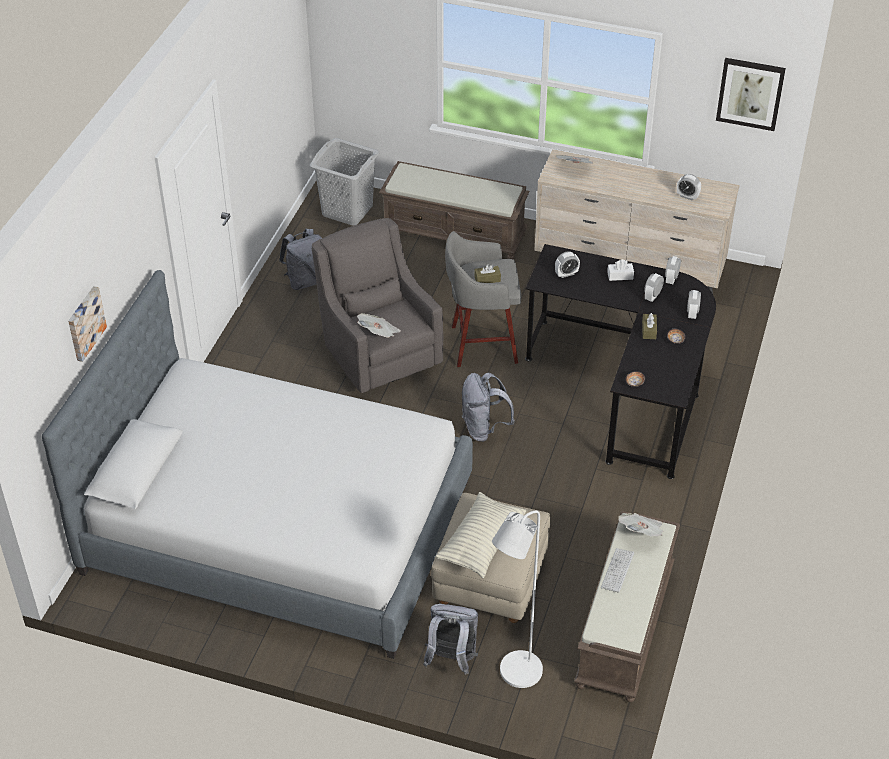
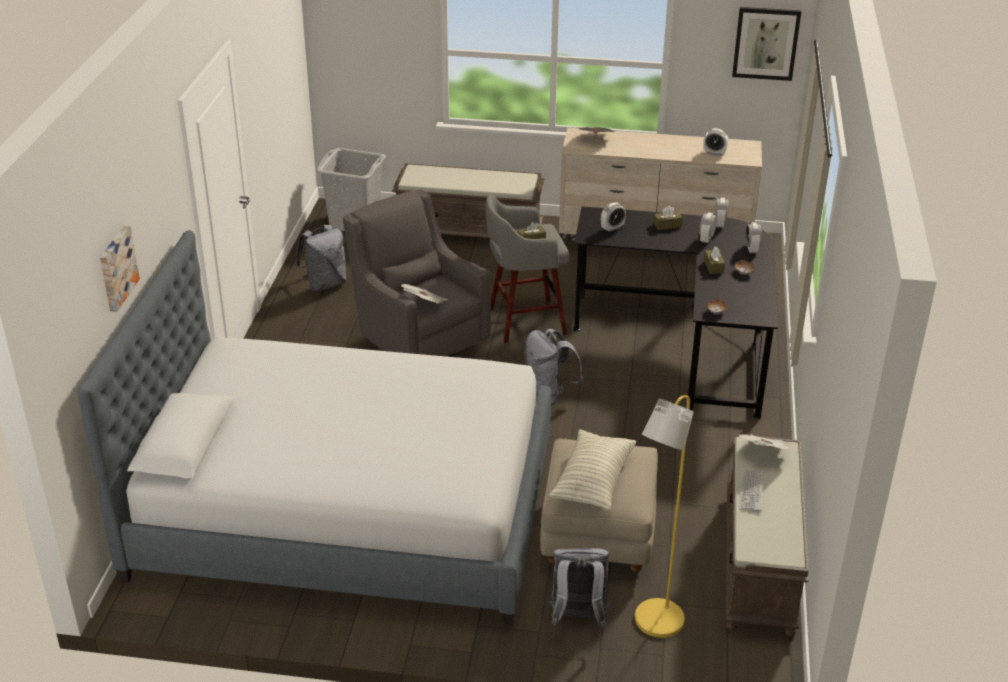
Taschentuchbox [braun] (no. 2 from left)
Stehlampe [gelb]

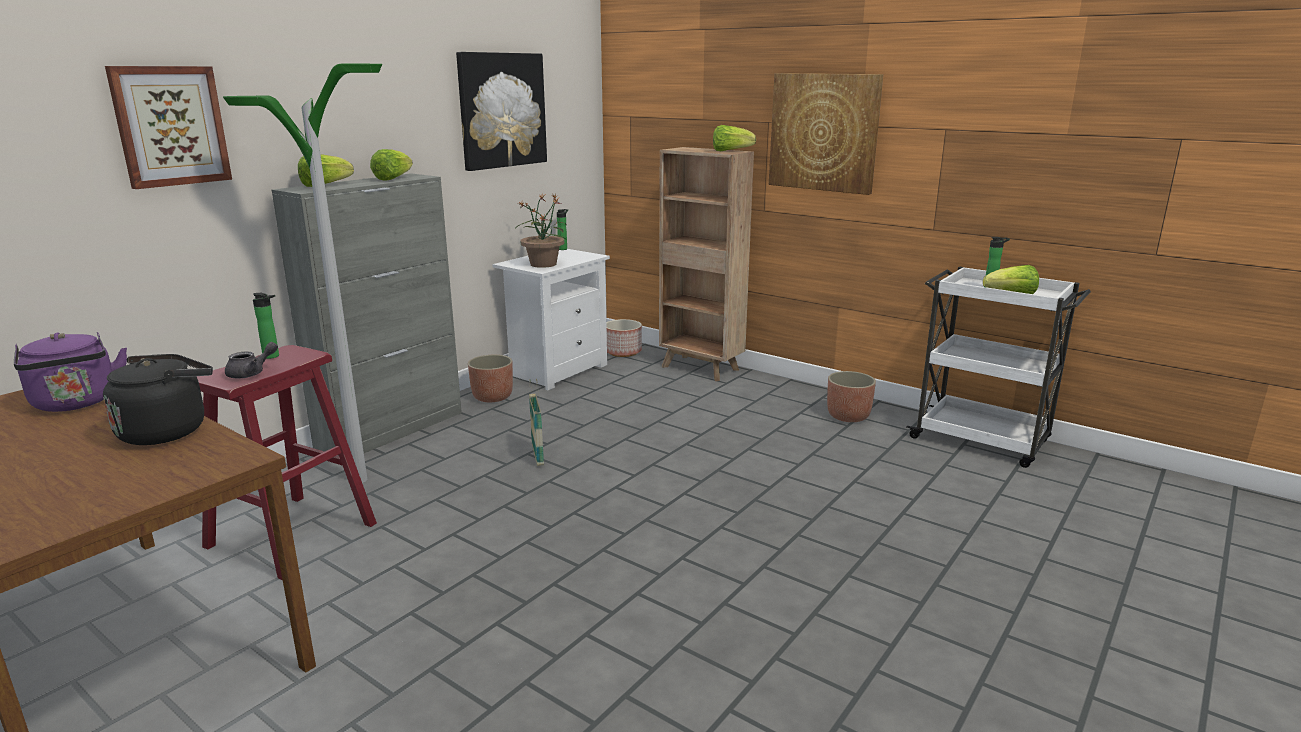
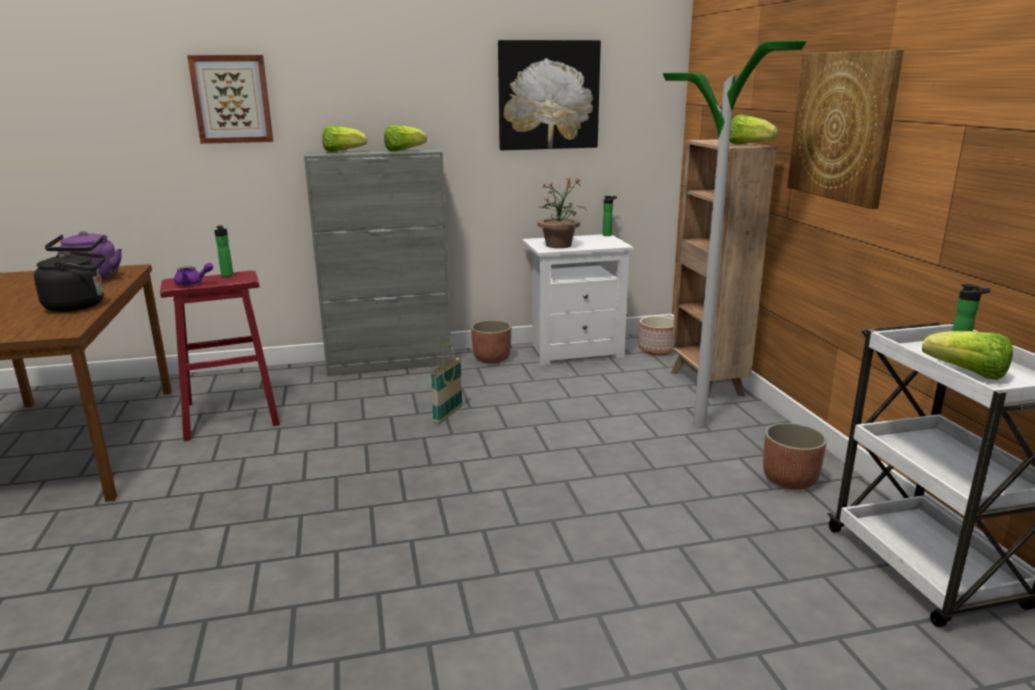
Stehlampe
Teekanne [lila]

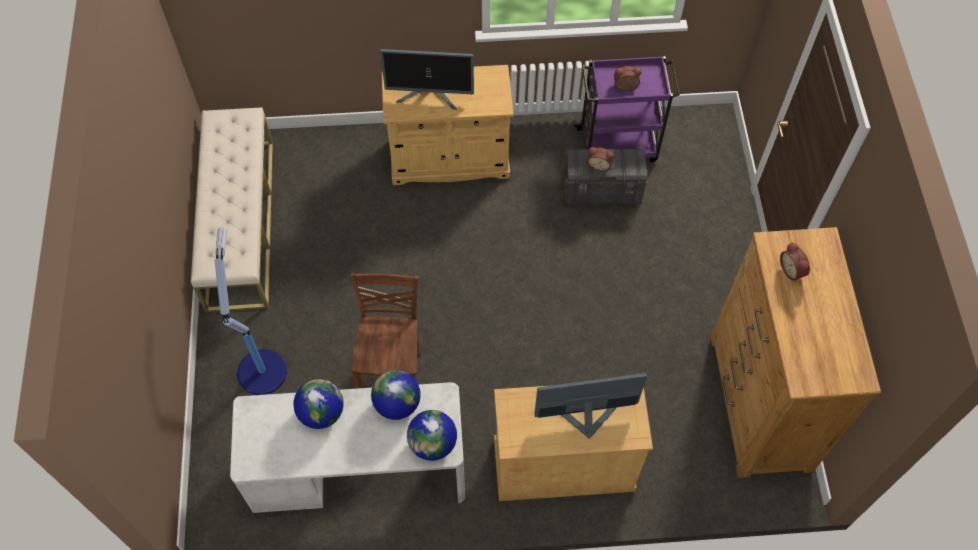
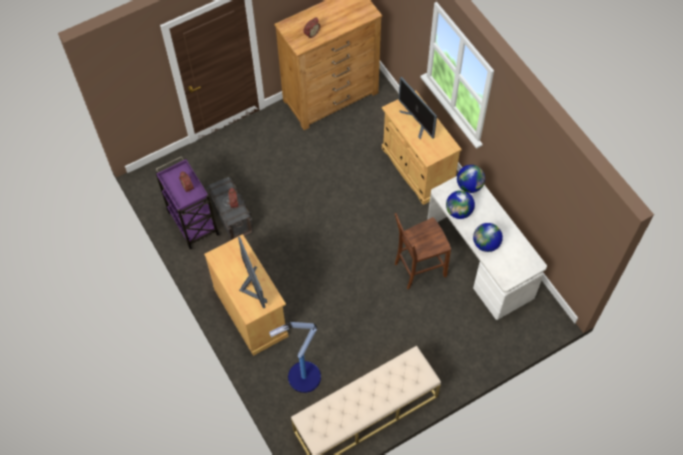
Stehlampe

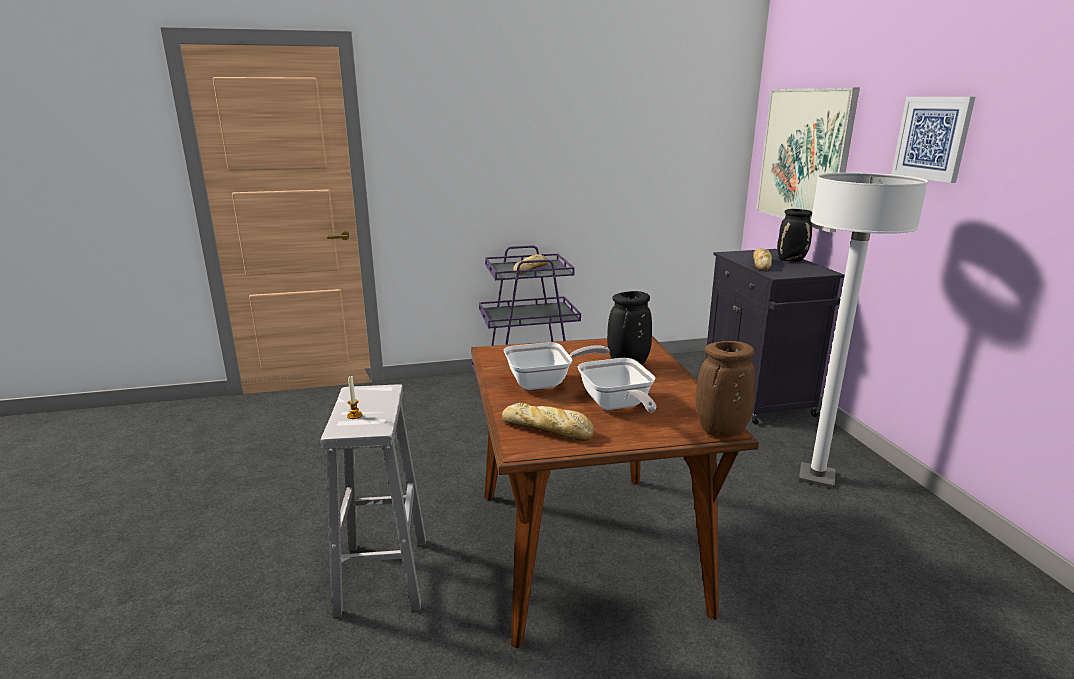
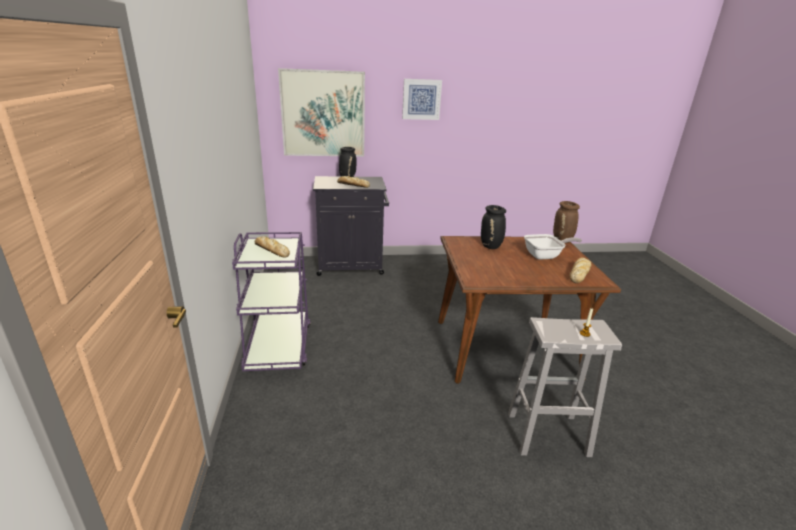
Stehlampe [weiß]
Pfanne (no. 1 from left in the first image)

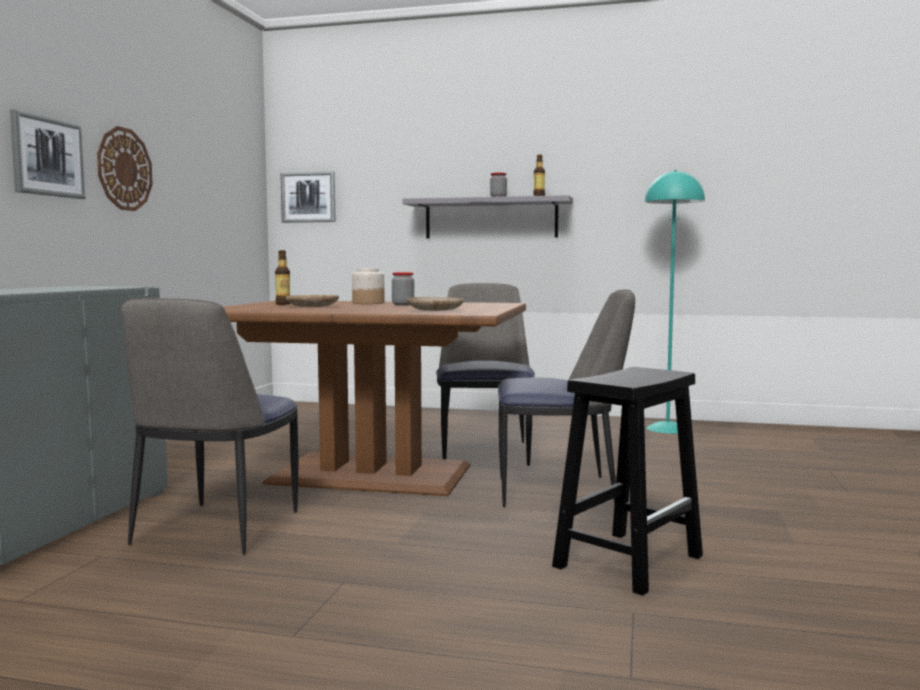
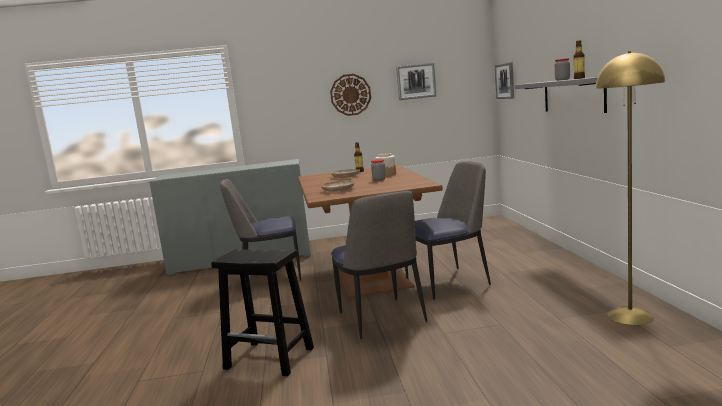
Bild (no. 1 from left)
Stehlampe [gelb]

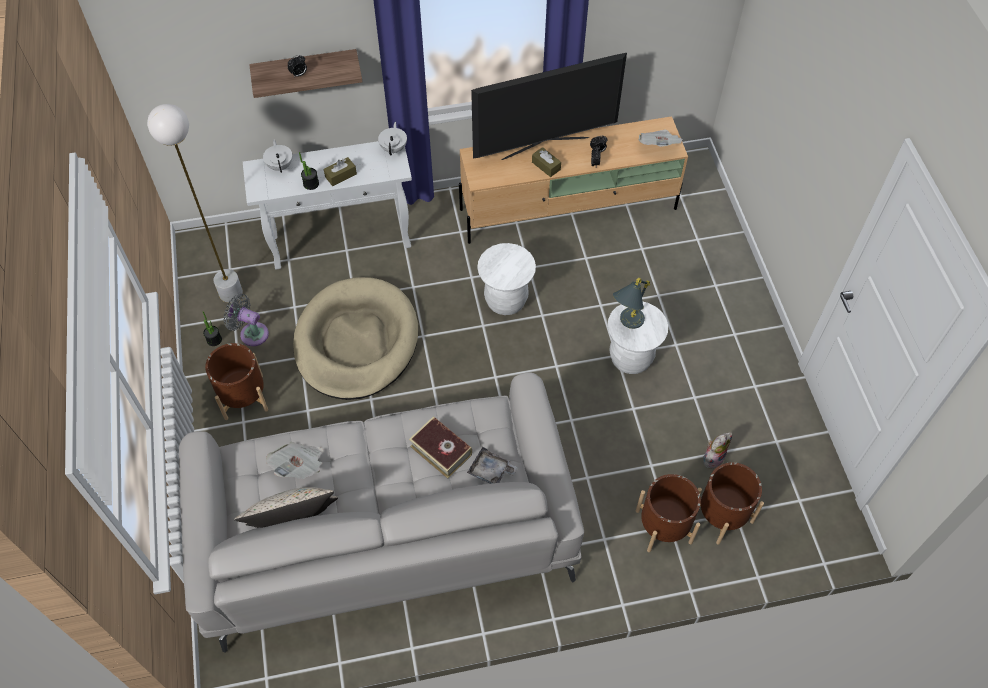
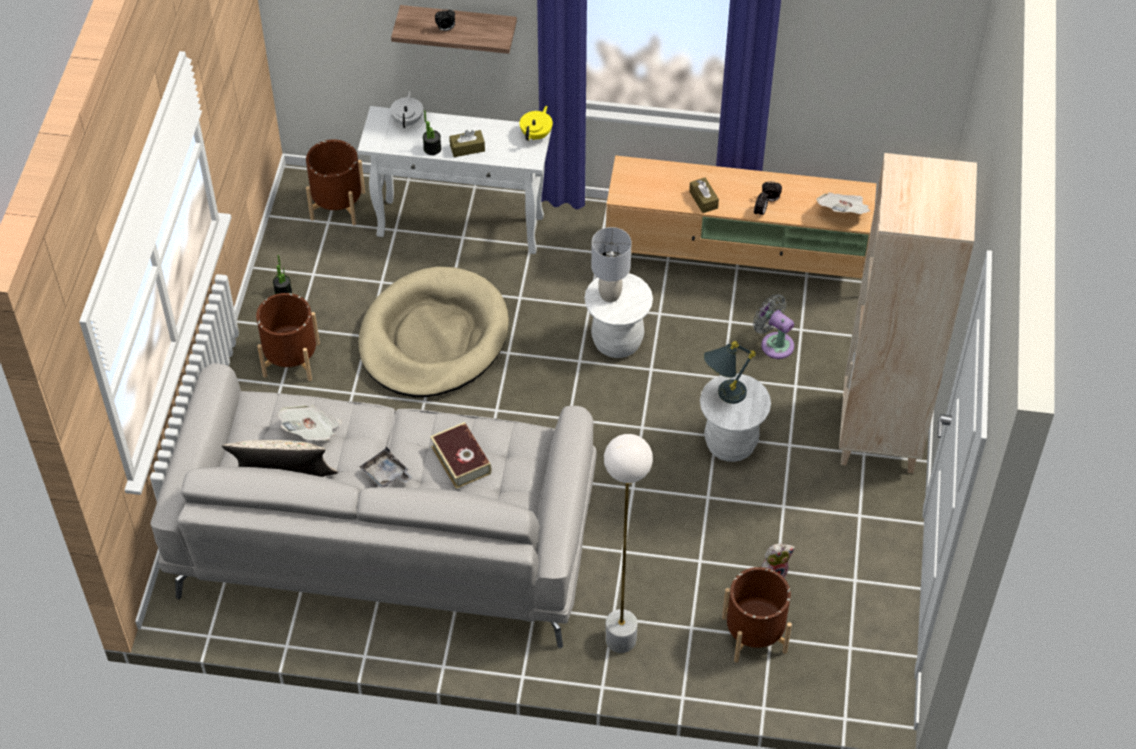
Fernseher
Stehlampe [weiß]
Teekanne [gelb]
Ventilator [grau]
Tablett [grau]
Pflanzkübel [braun] (no. 2 from left)
Bücherregal [beige]
Tischlampe [grau] (no. 1 from left)

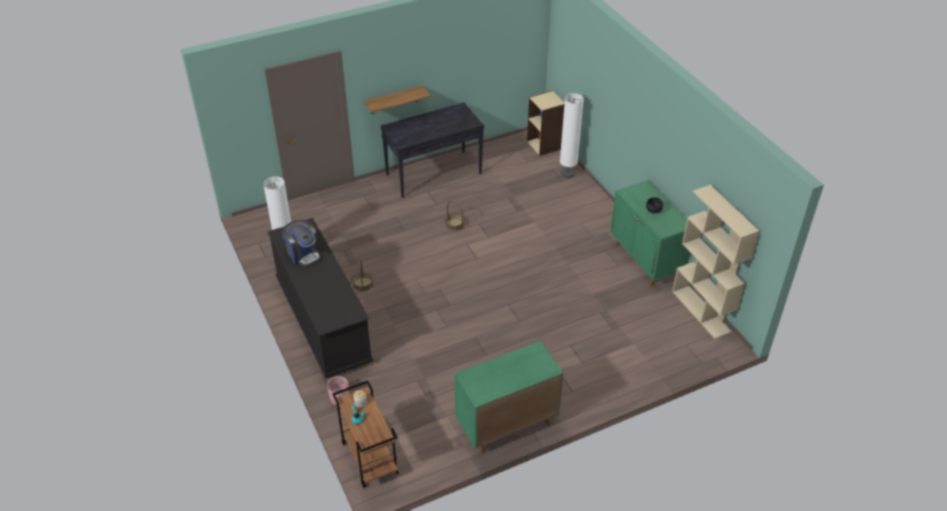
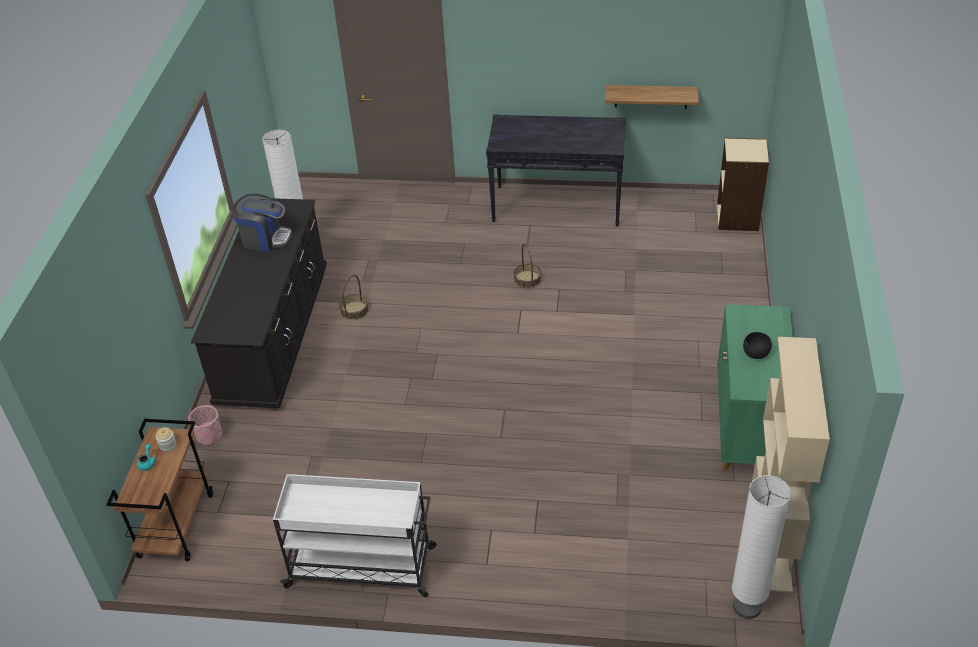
Wandregal
Stehlampe [weiß] (no. 2 from left)
Kaffeemaschine
Rollwagen [weiß]

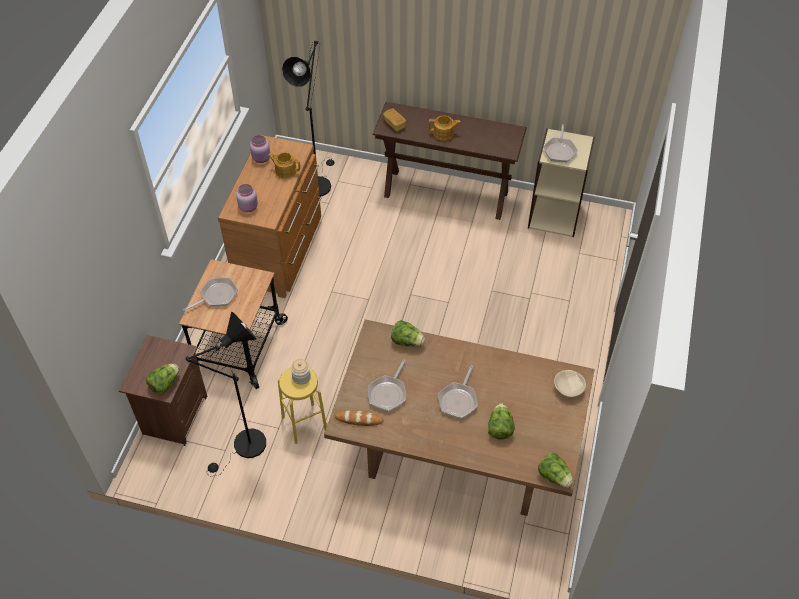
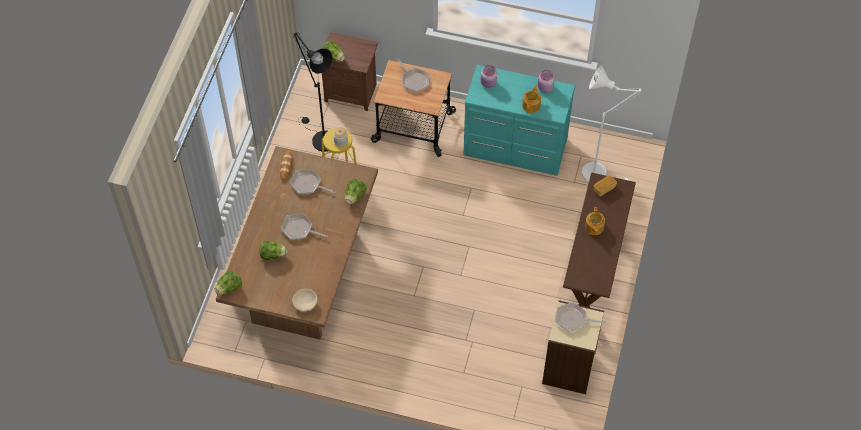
Stehlampe [weiß]
Kommode [türkis]

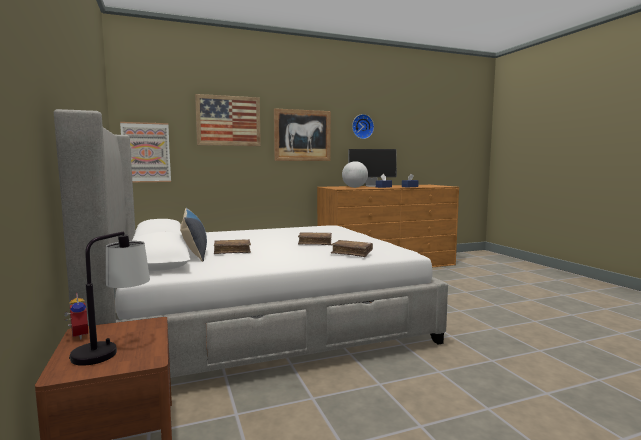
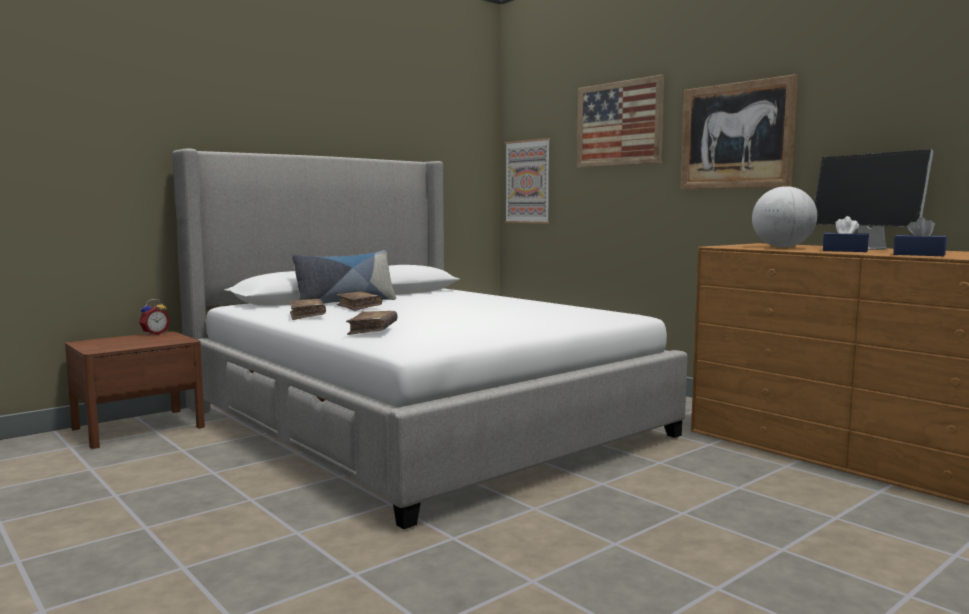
Wanduhr
Tischlampe
Buch [braun] (no. 1 from left)

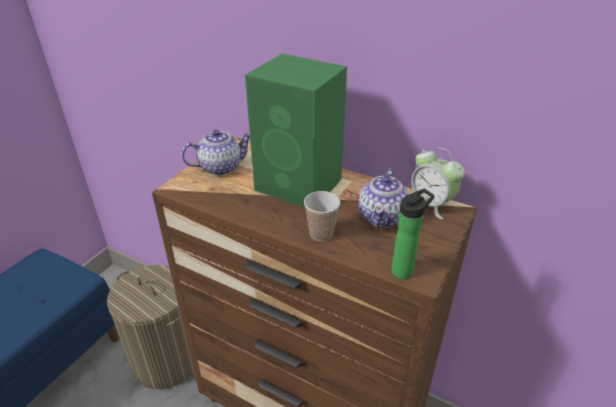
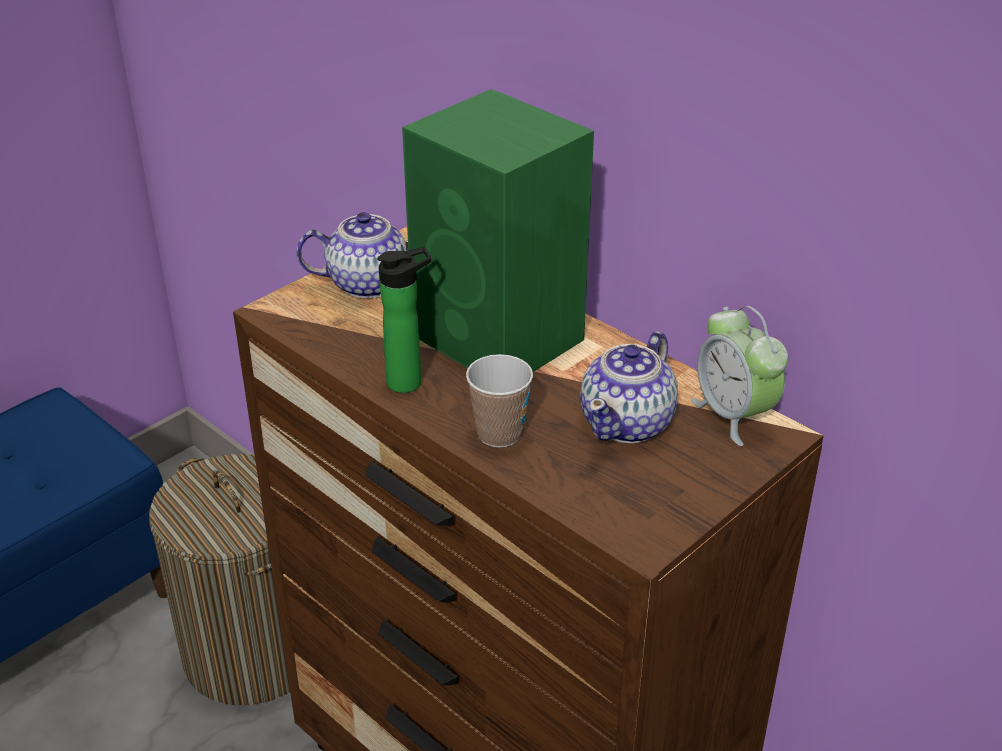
Flasche

